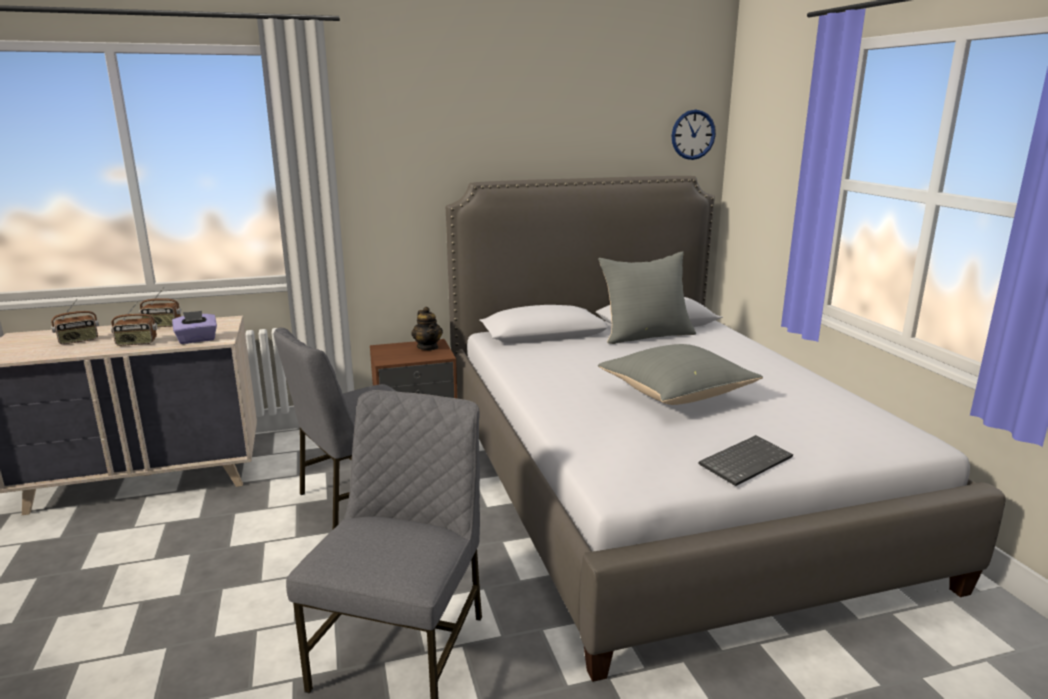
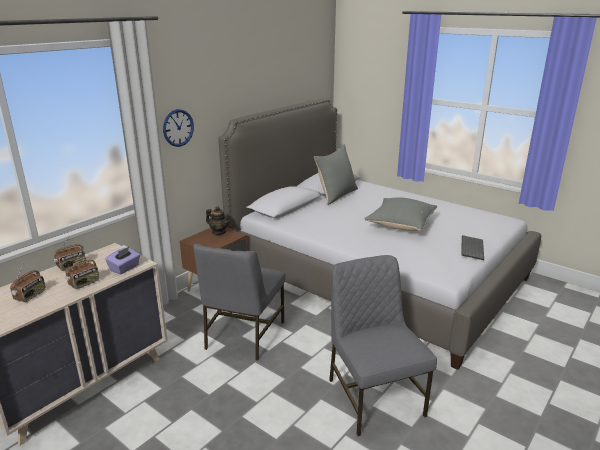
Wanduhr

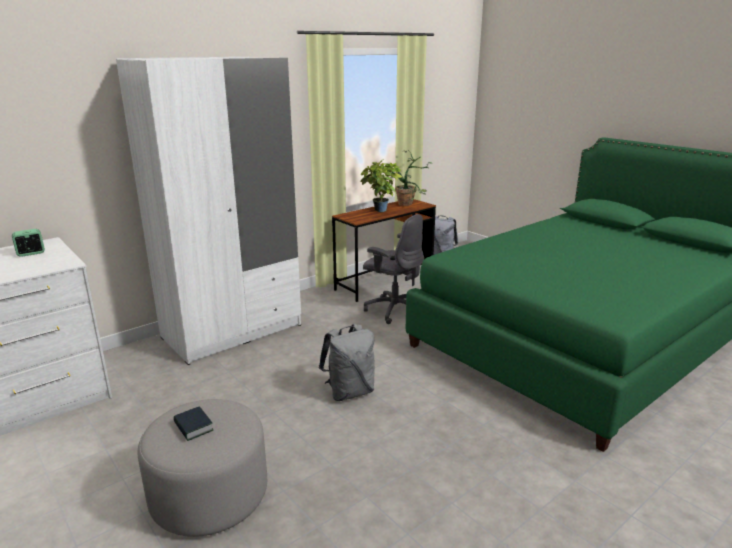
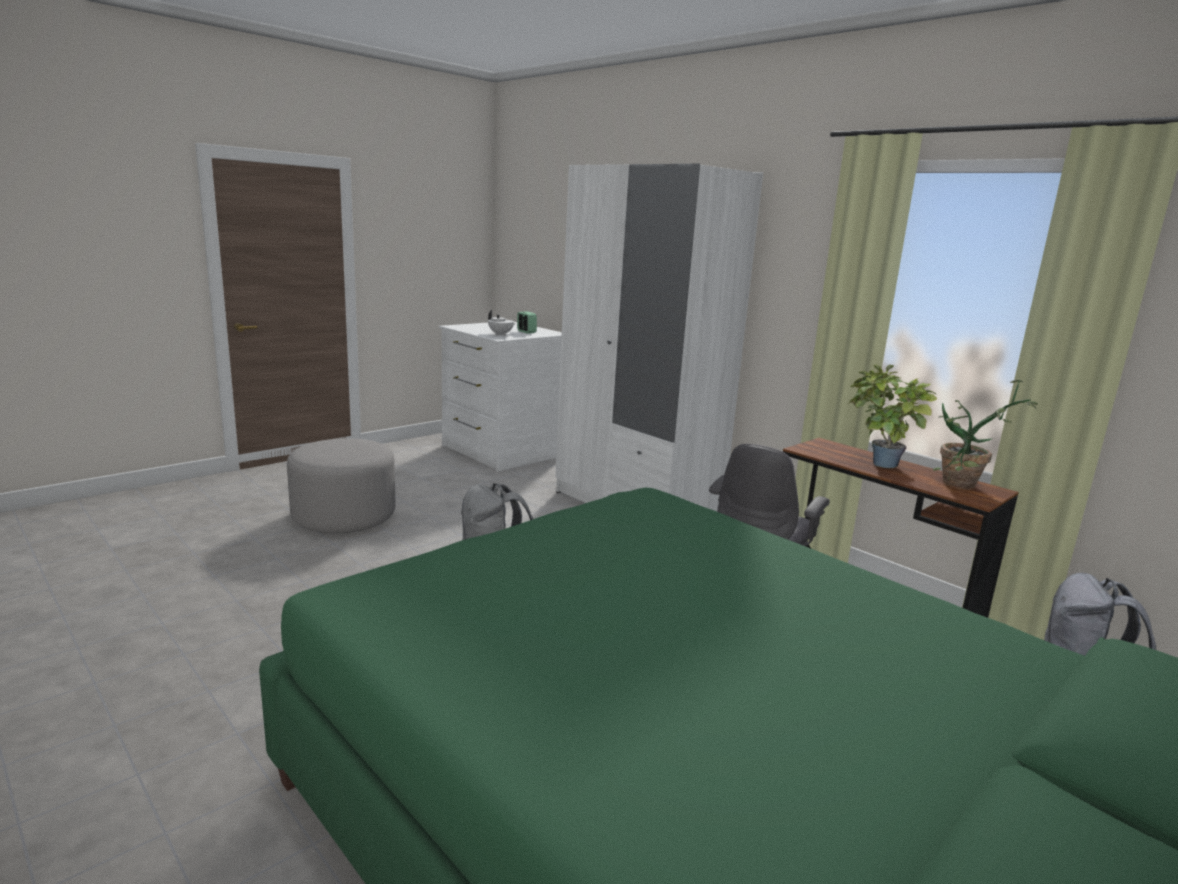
Buch
Teekanne [weiß]

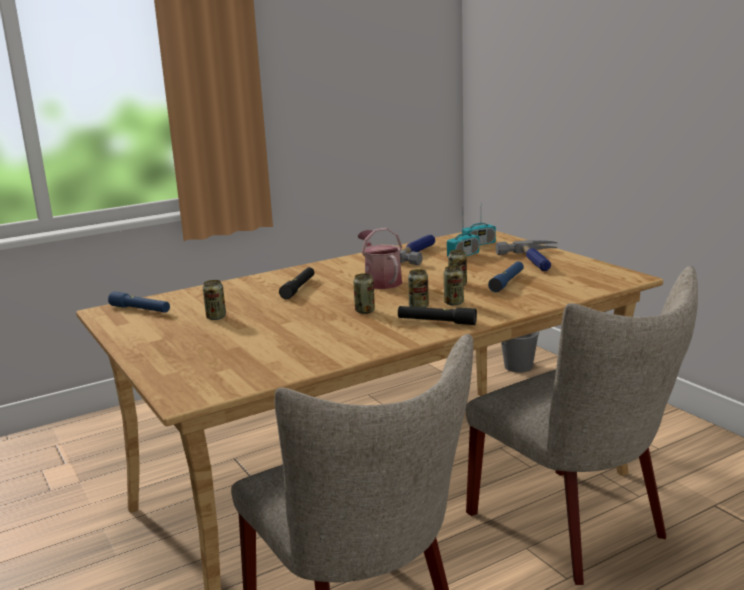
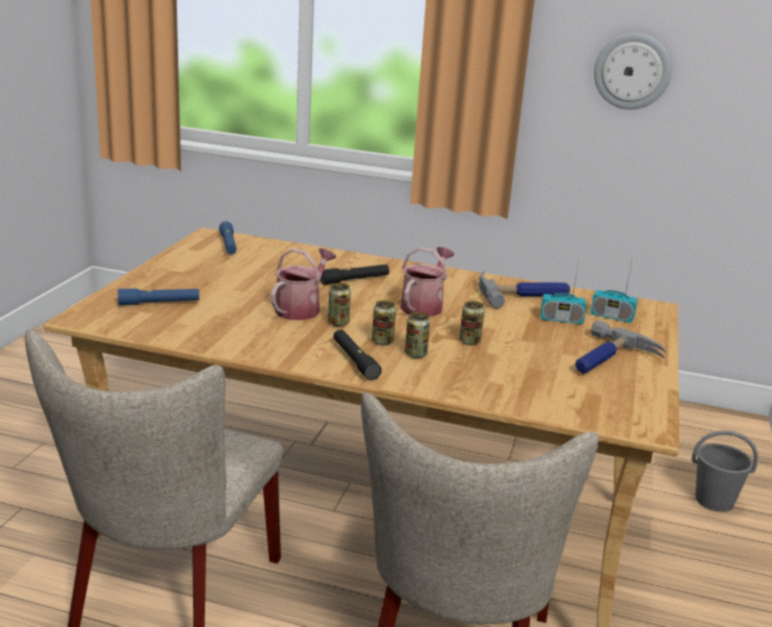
Taschenlampe [blau] (no. 1 from left)
Dose (no. 1 from left in the first image)
Wanduhr
Gießkanne (no. 1 from left)

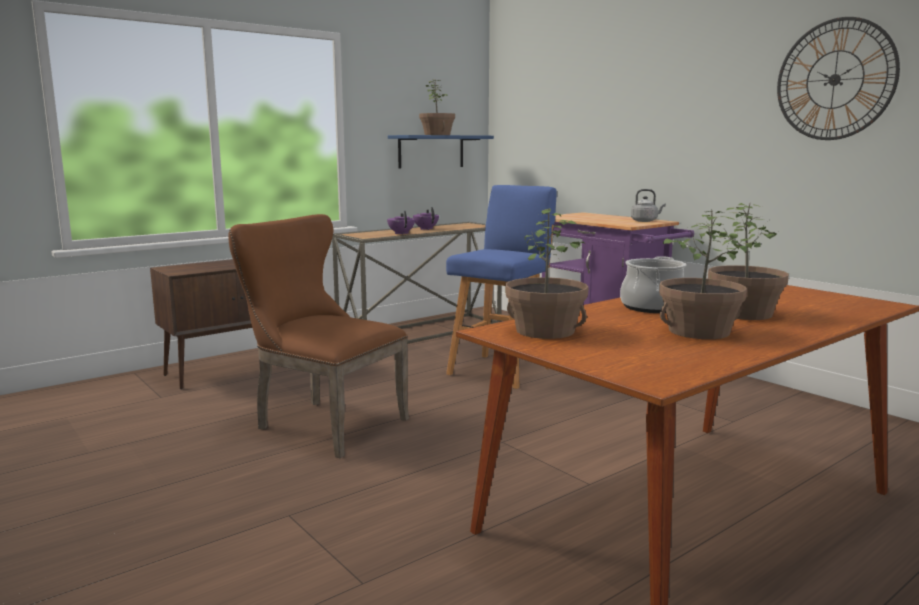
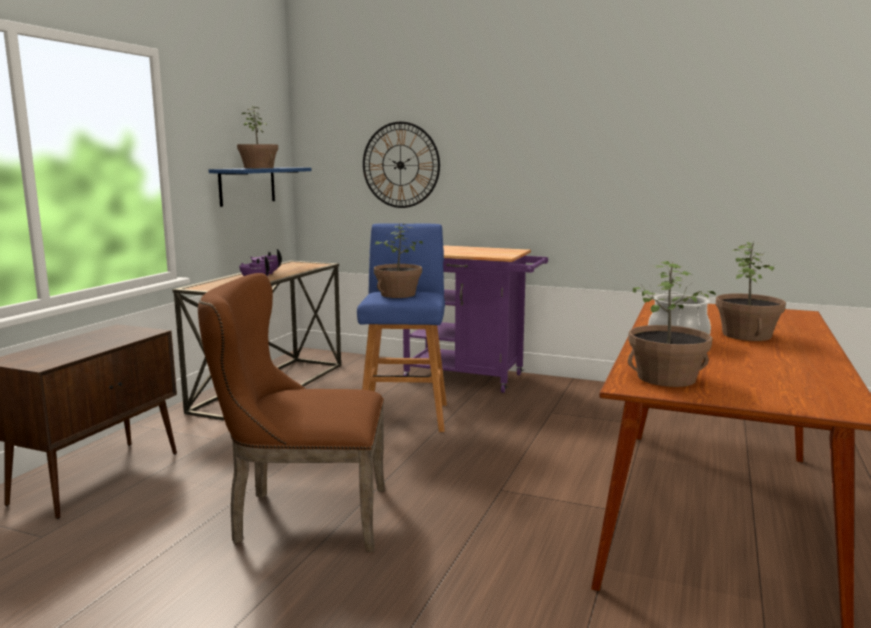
Wanduhr
Wasserkessel [grau]
Topfpflanze (no. 2 from left)

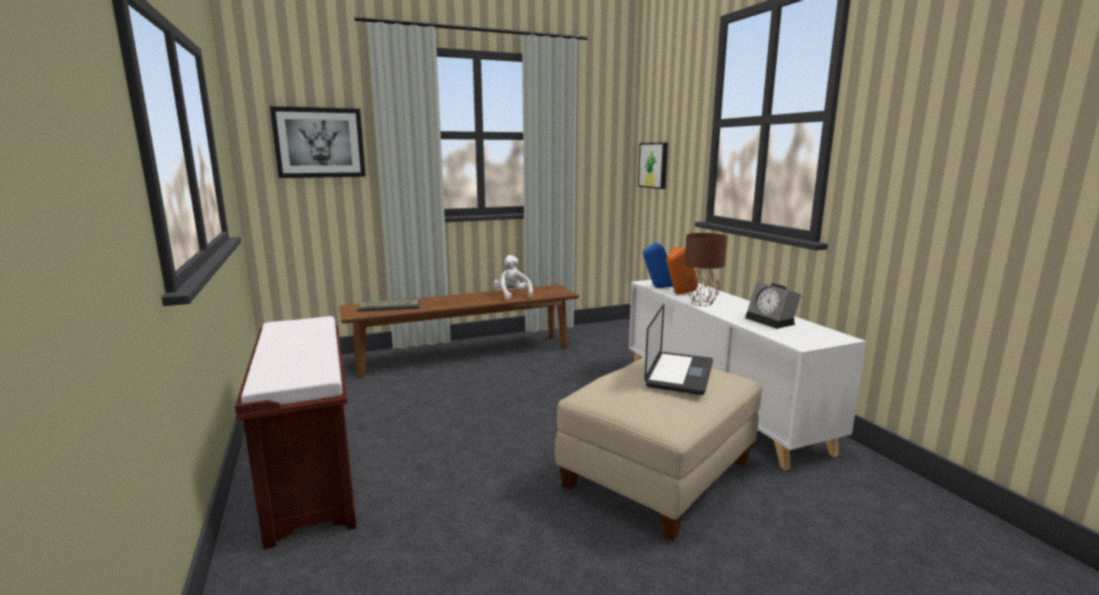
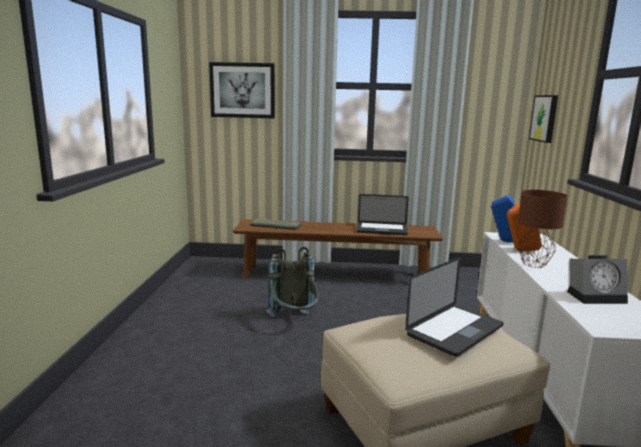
Laptop (no. 1 from left)
Wecker
Bank [braun] (no. 1 from left in the first image)
Rucksack [grau]

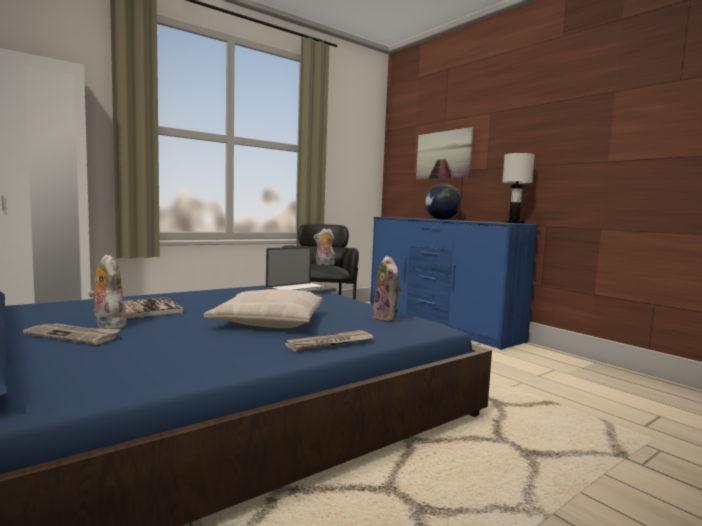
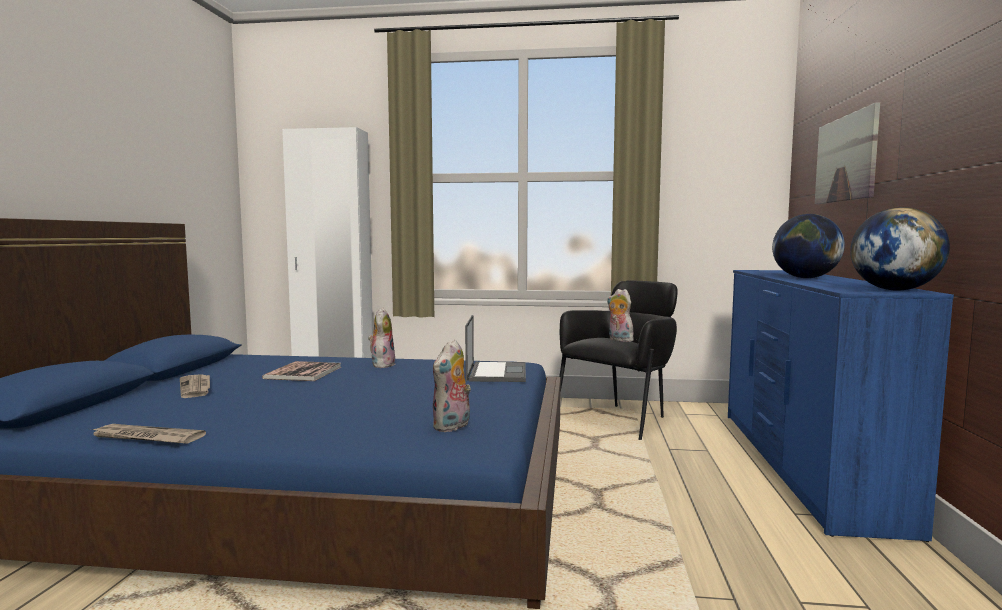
Globus (no. 2 from left)
Laptop
Plüschtier (no. 1 from left)
Kissen [beige]
Zeitung (no. 1 from left)

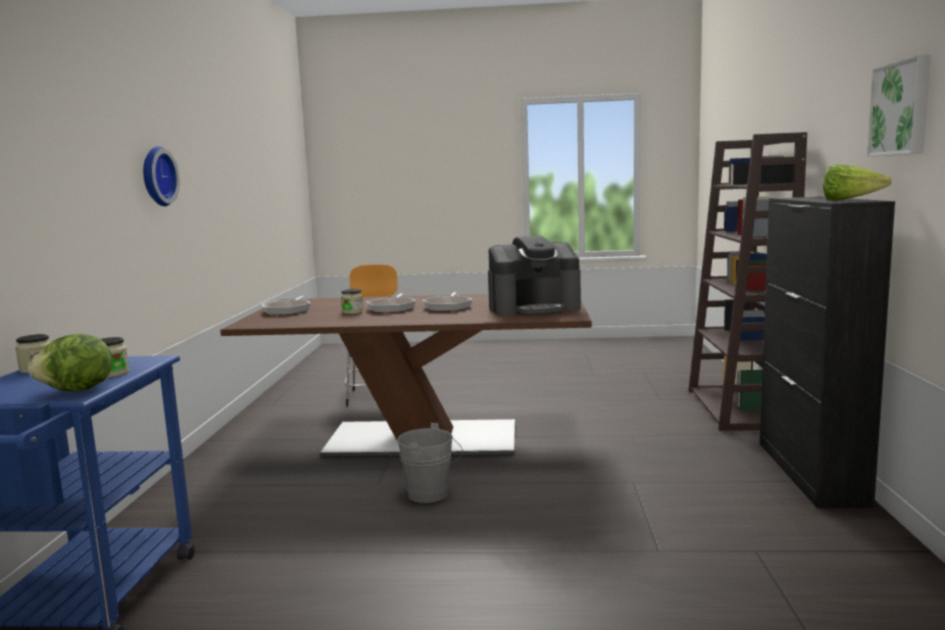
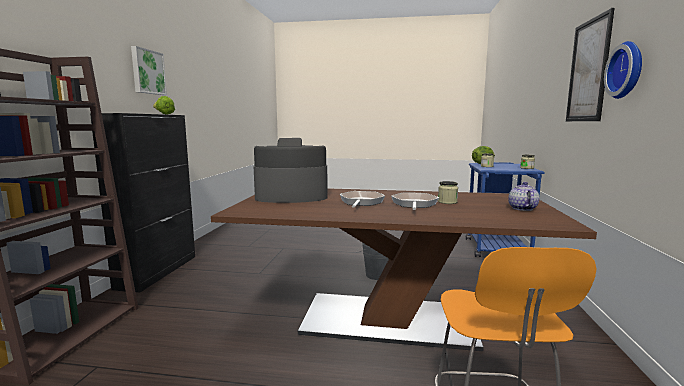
Teekanne
Bild (no. 2 from left)

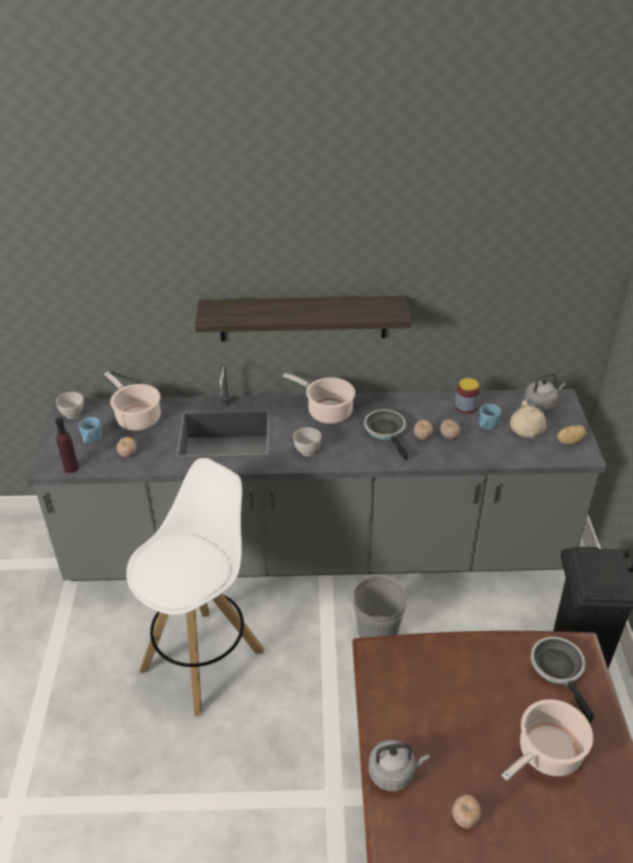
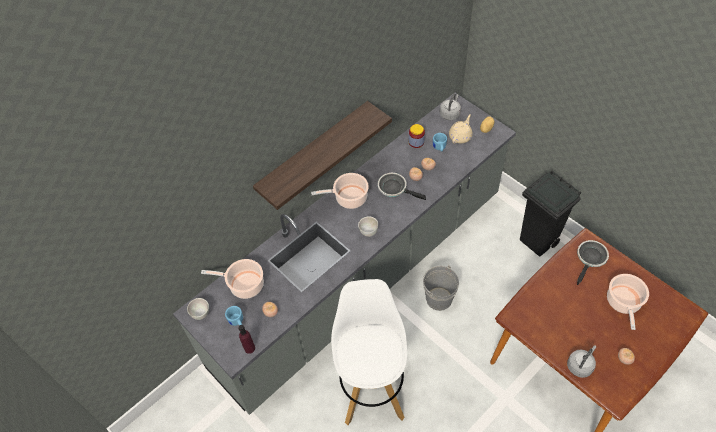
Teekanne [beige]
Pfanne (no. 2 from left)

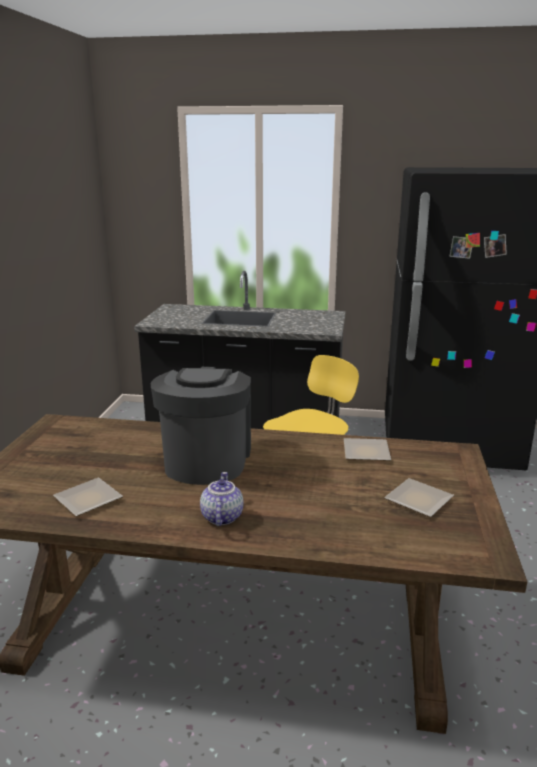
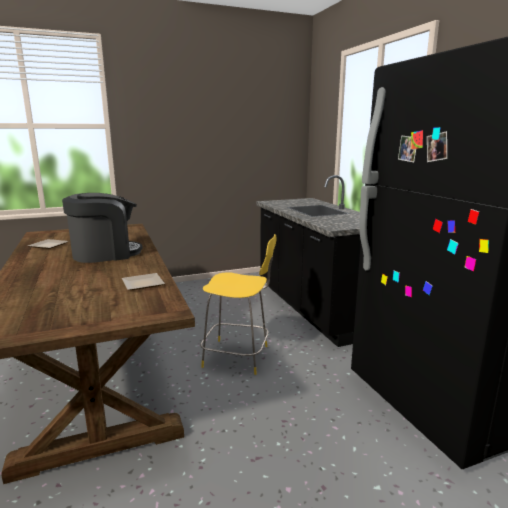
Teekanne
Teller (no. 3 from left in the first image)

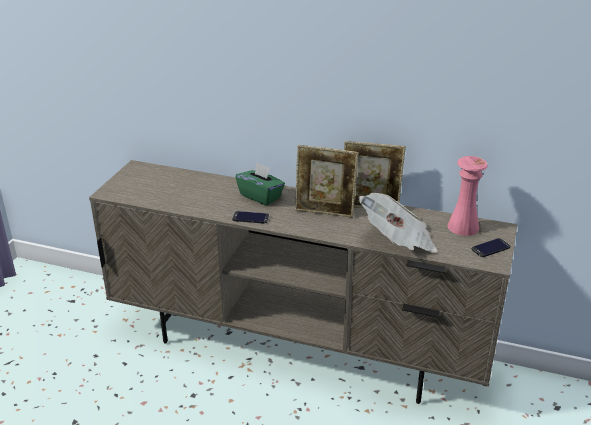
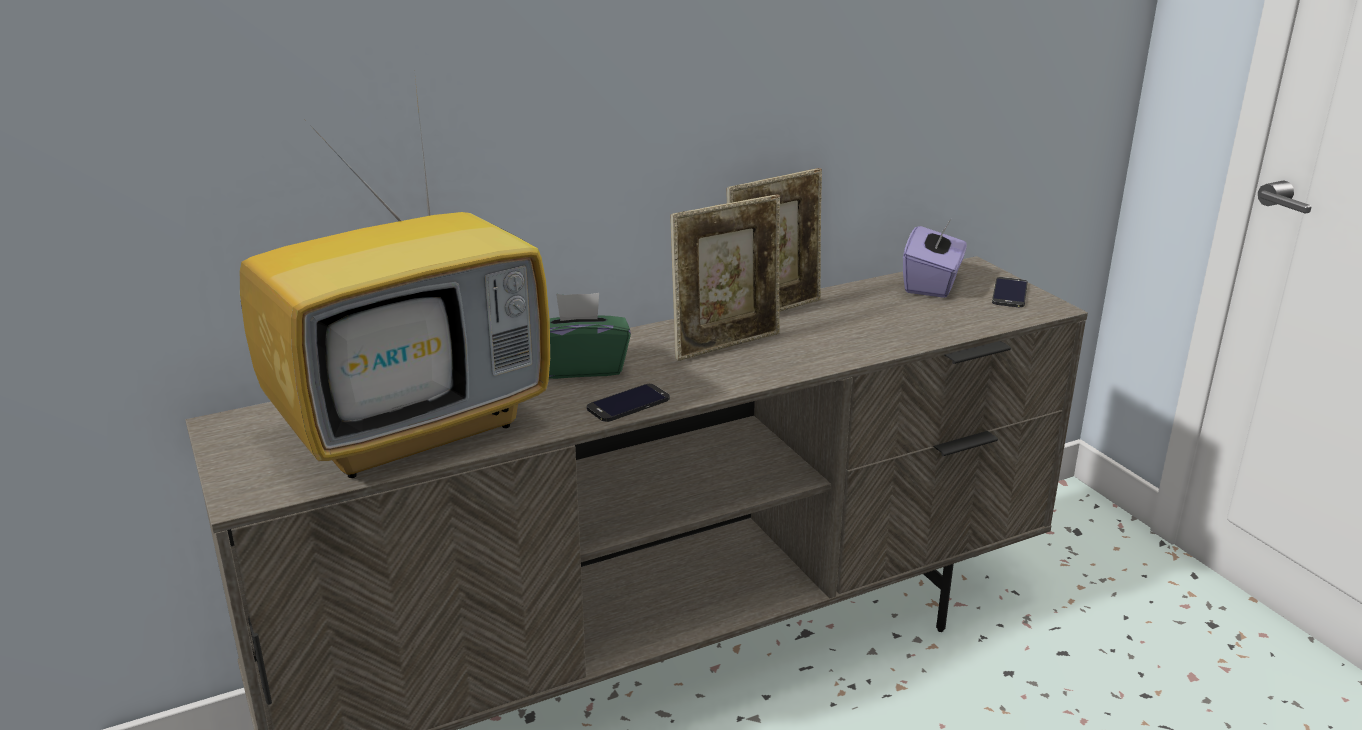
Taschentuchbox [lila]
Zeitung
Fernseher

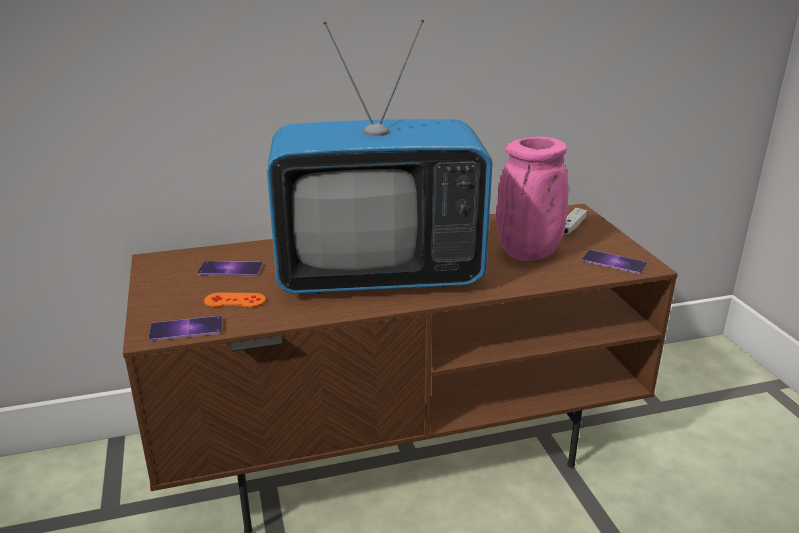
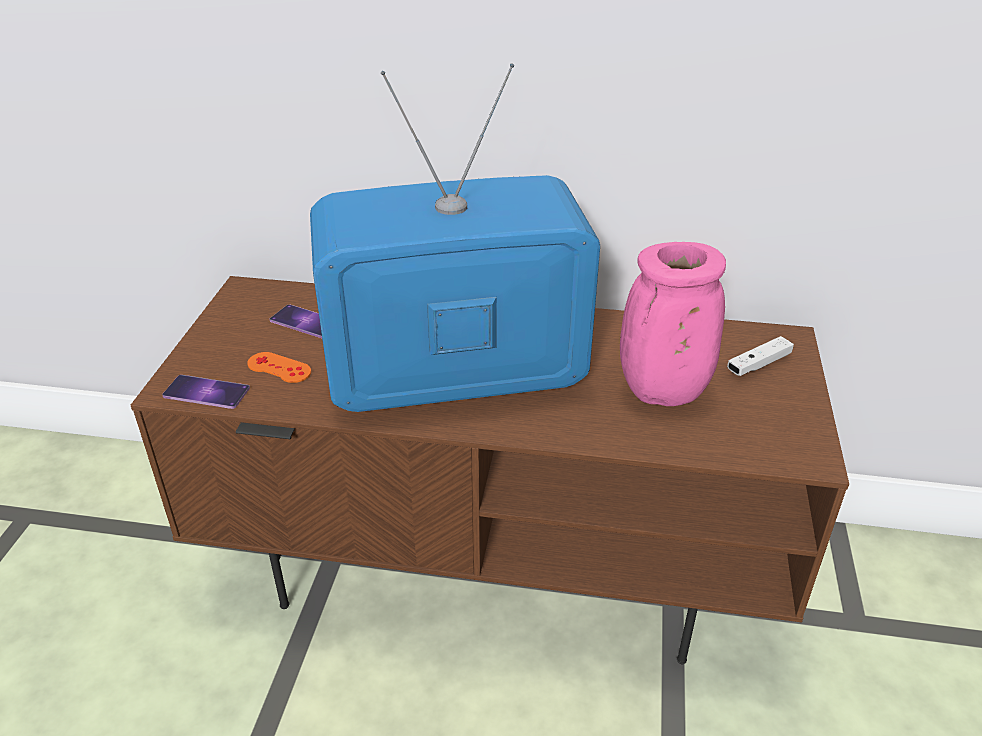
Fernseher
Handy (no. 3 from left in the first image)

